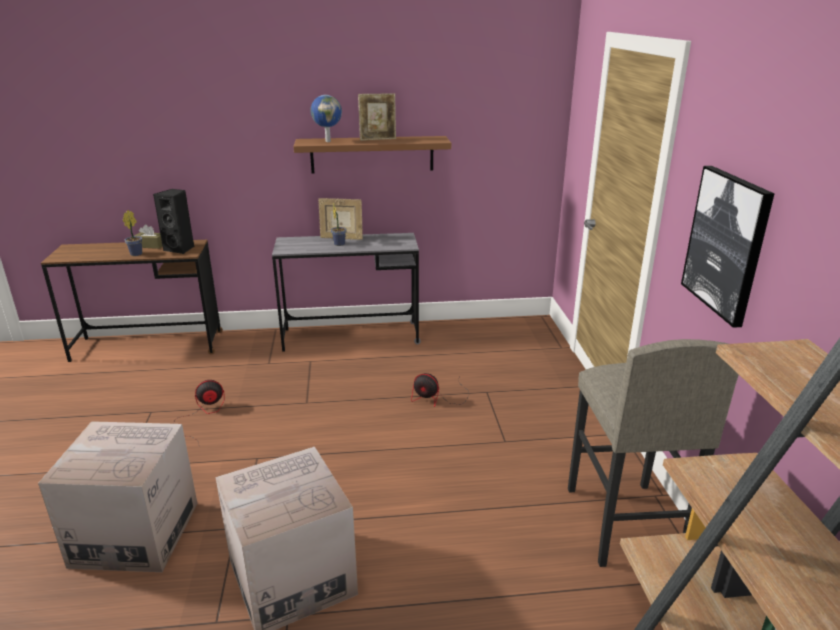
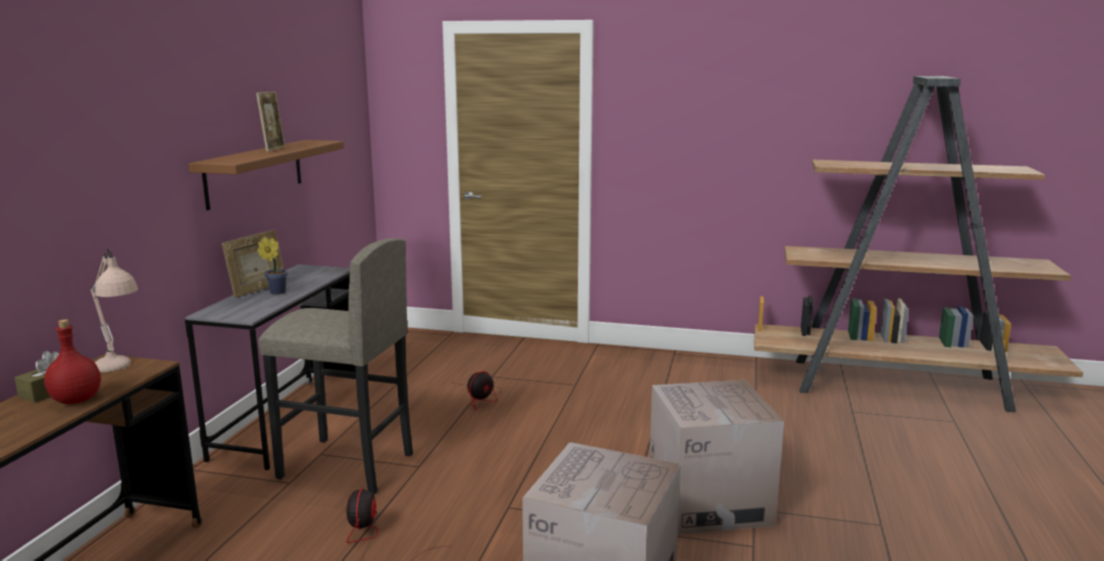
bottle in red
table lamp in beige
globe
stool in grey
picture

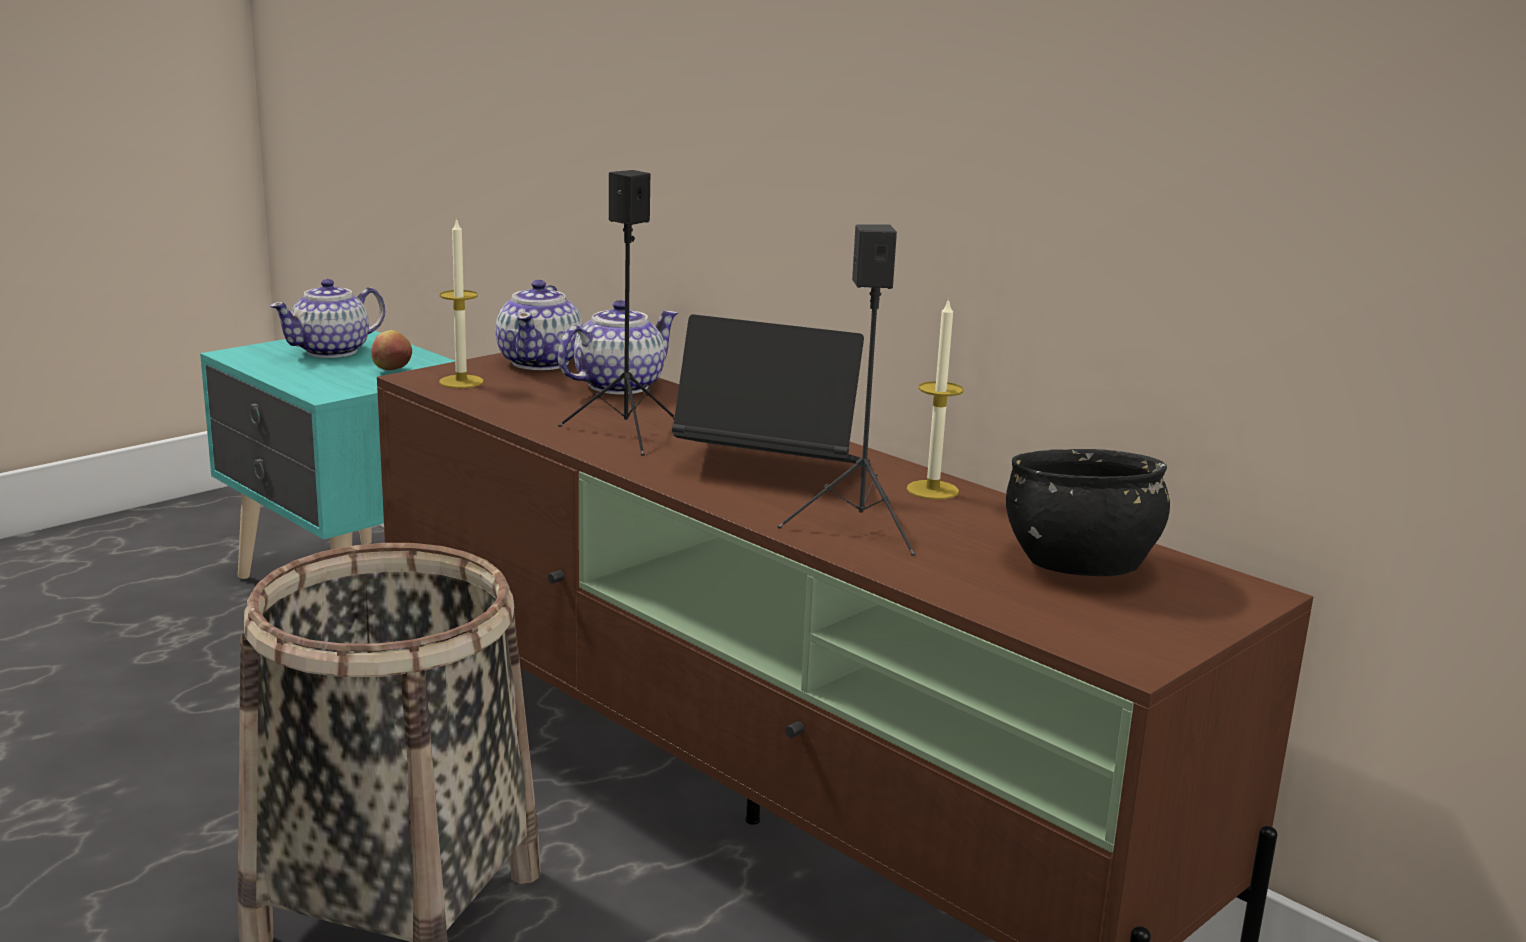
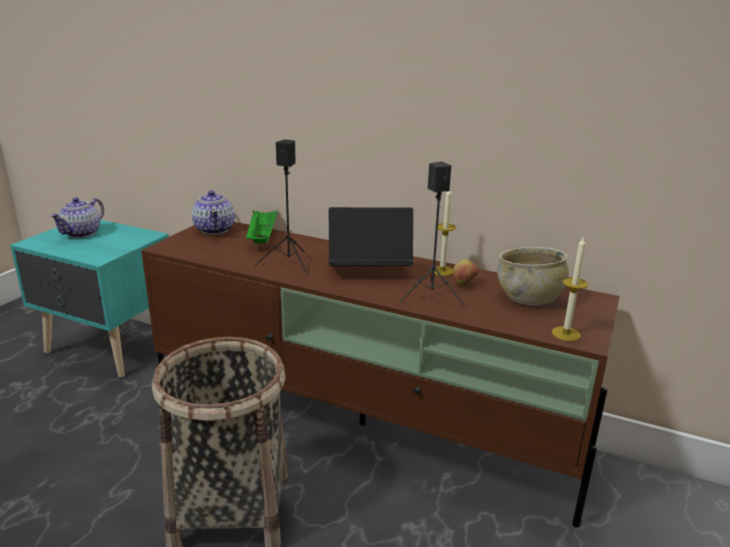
apple
candle (2nd from left)
tray in green
bowl in beige

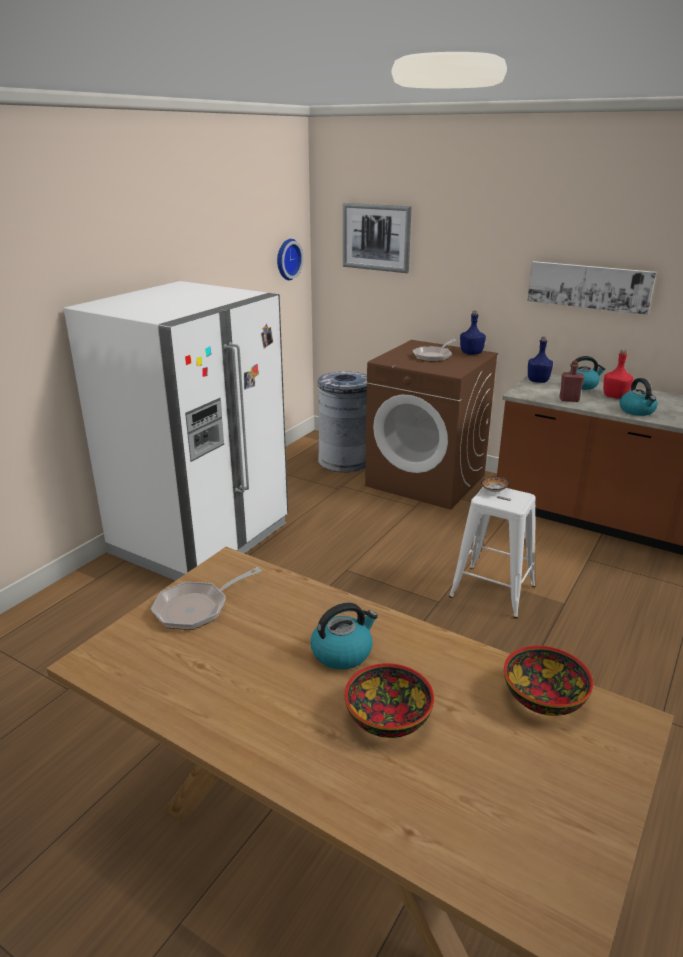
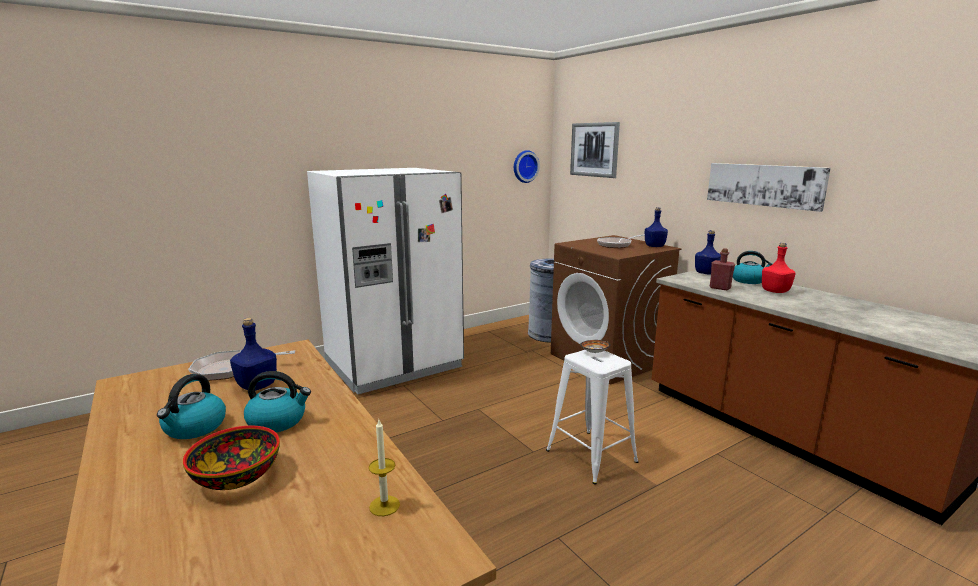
candle
kettle (1st from left)
bottle in blue (1st from left)

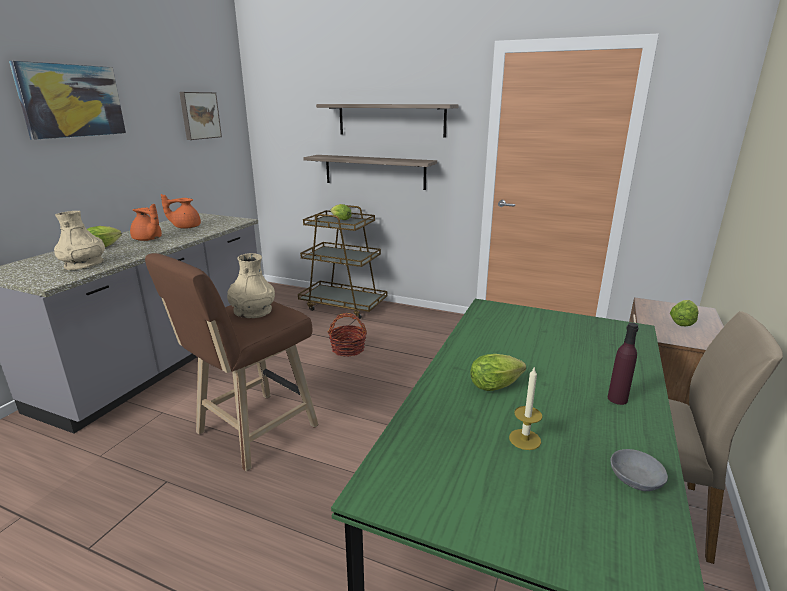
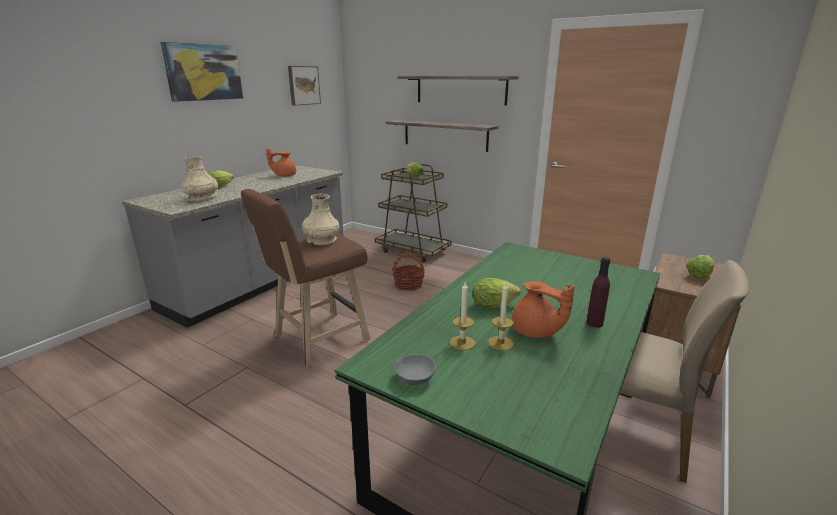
teapot in orange (2nd from left)
bowl in grey
candle (1st from left)

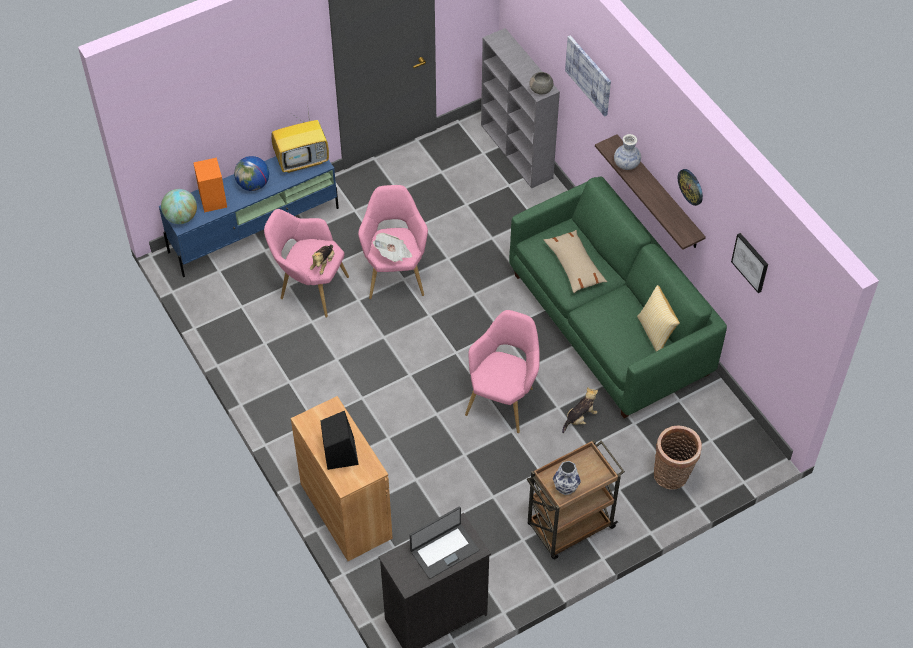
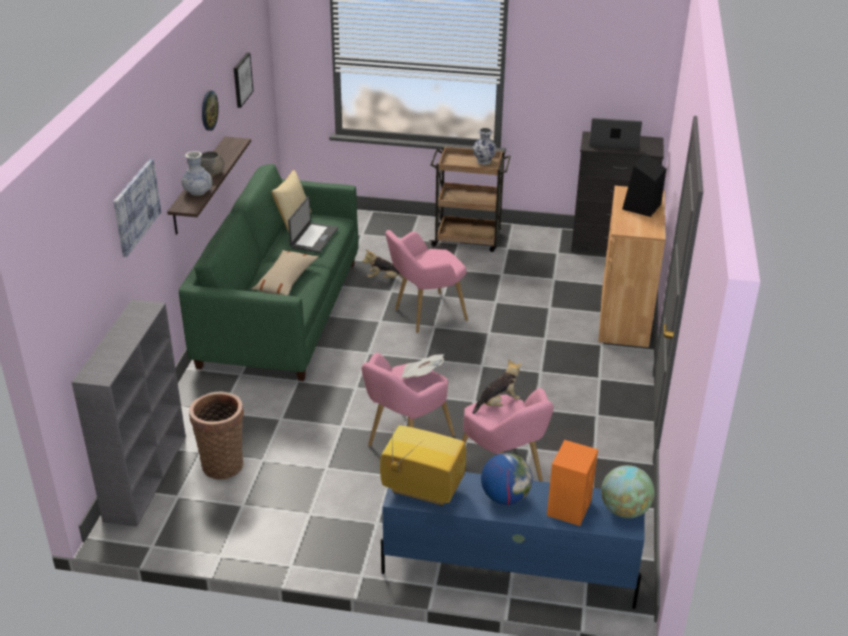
bowl in grey
basket
laptop (1st from left)

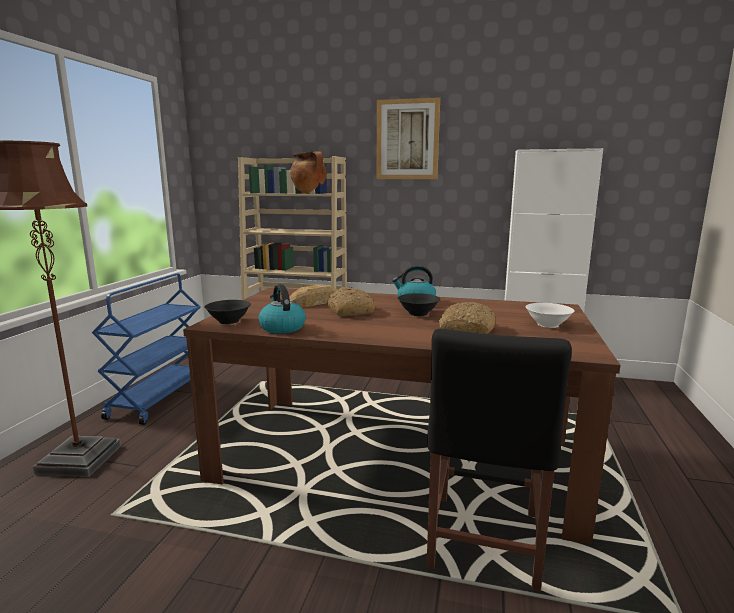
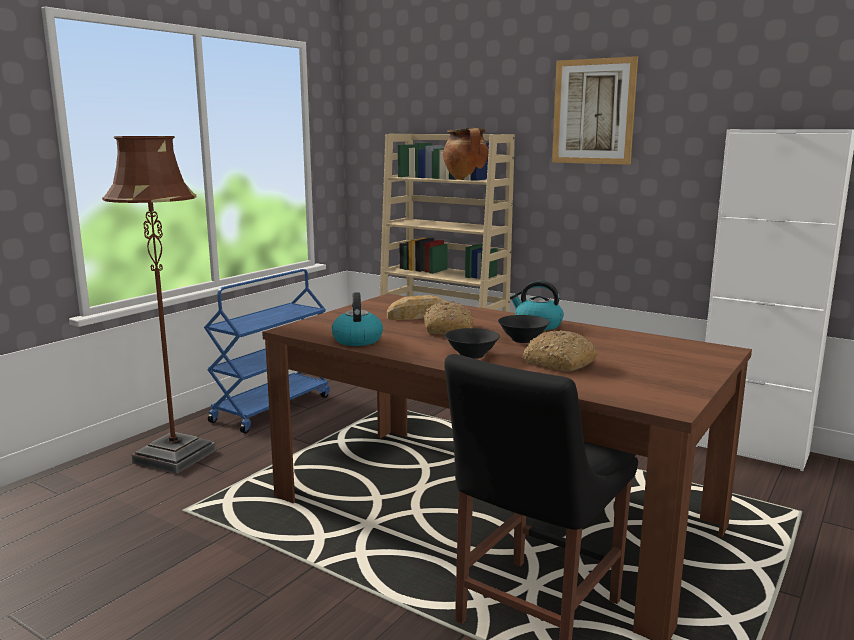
bowl in black (1st from left)
bowl in white

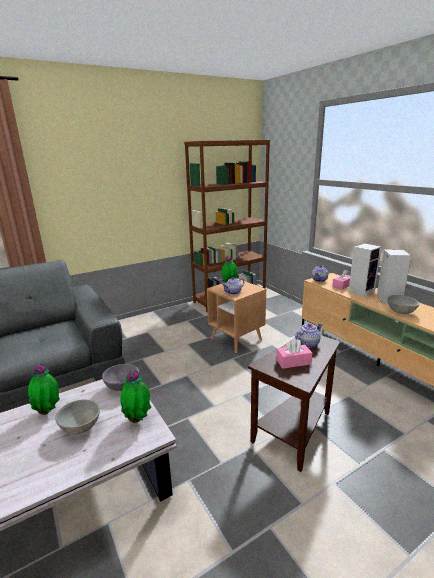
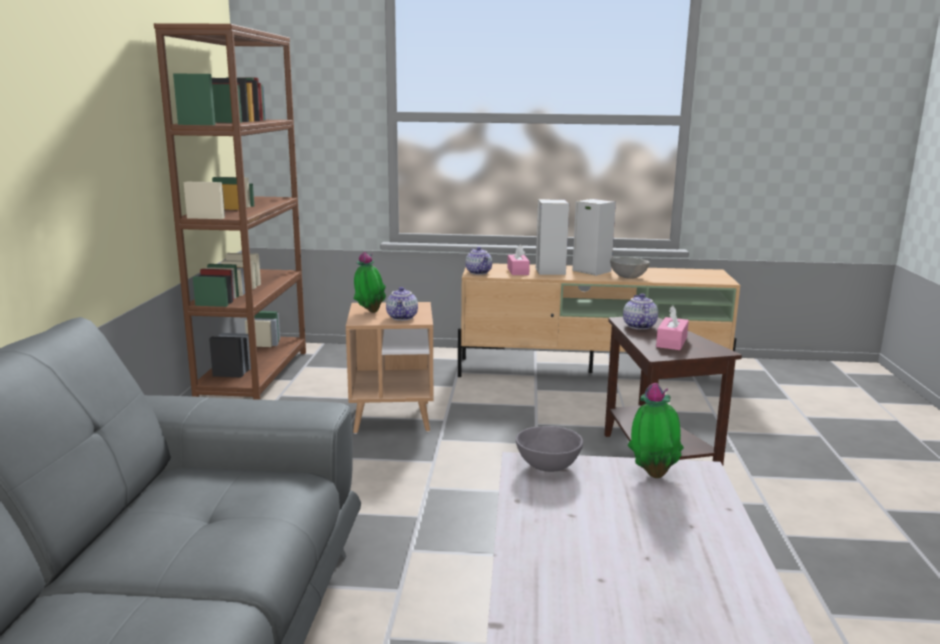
potted plant (1st from left in the first image)
bowl in grey (1st from left in the first image)

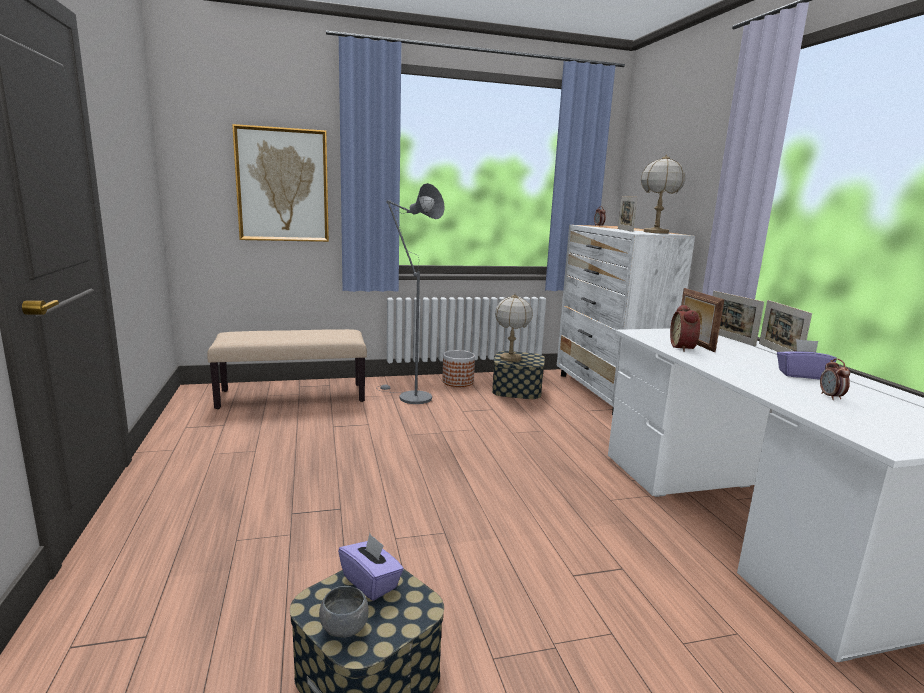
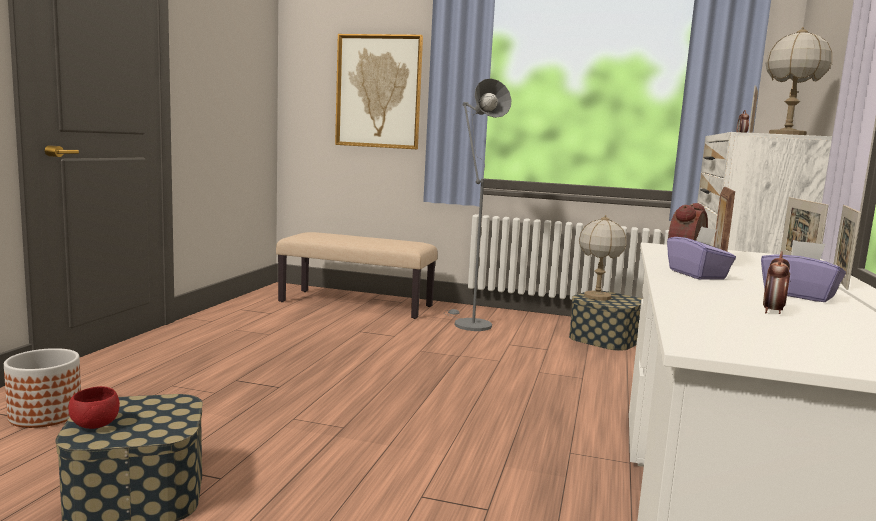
bowl in red
tissue box in purple (1st from left)
planter

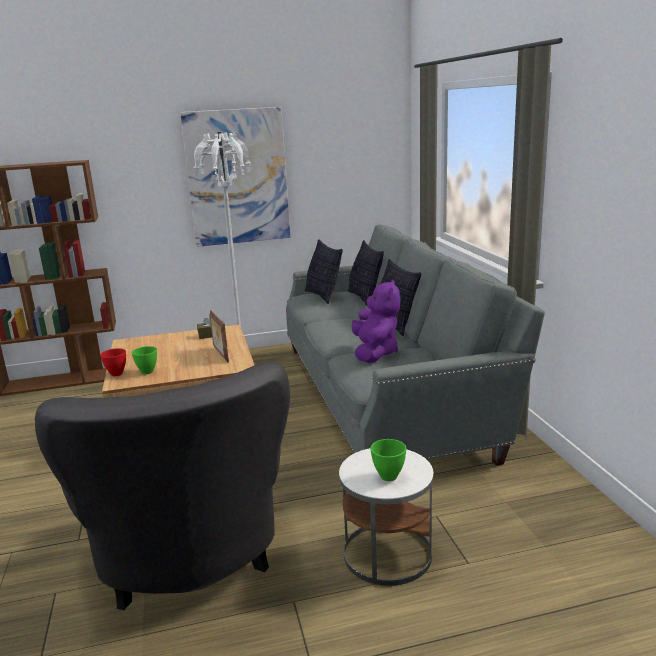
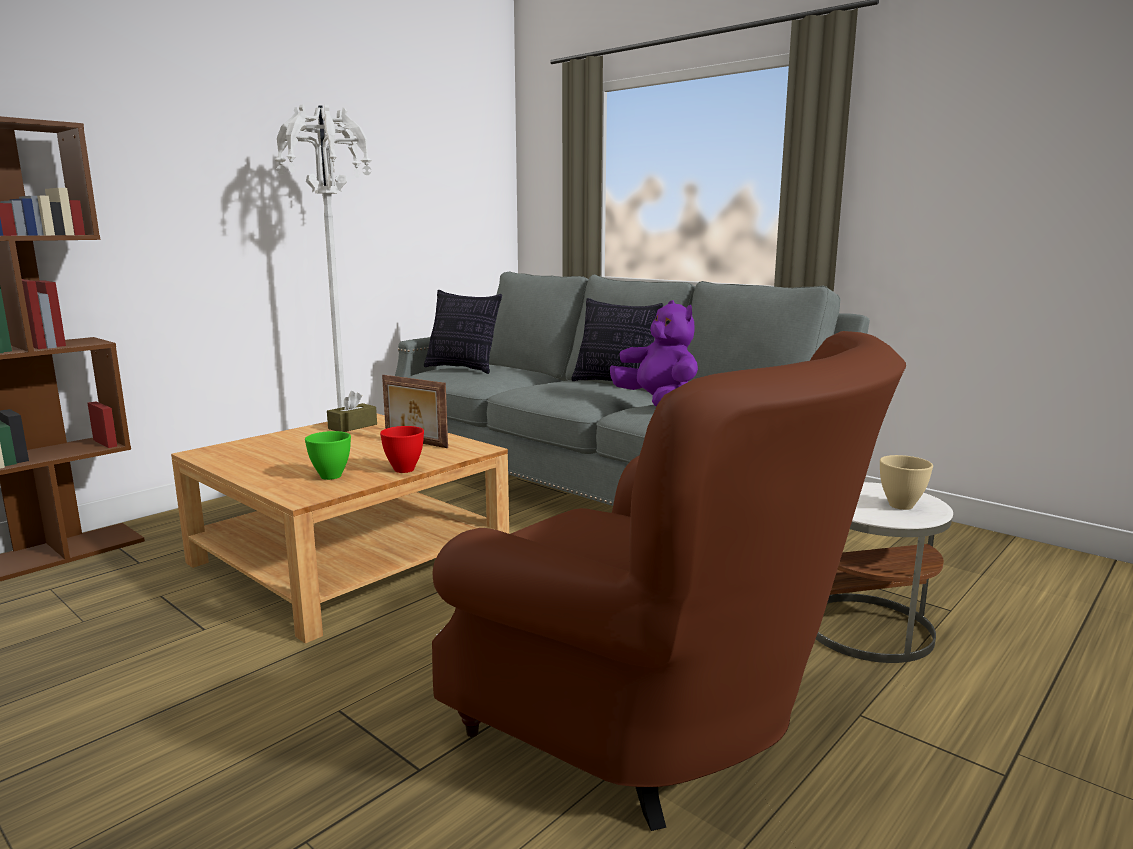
armchair in brown
bowl in red
picture
pillow (2nd from left in the first image)
bowl in beige

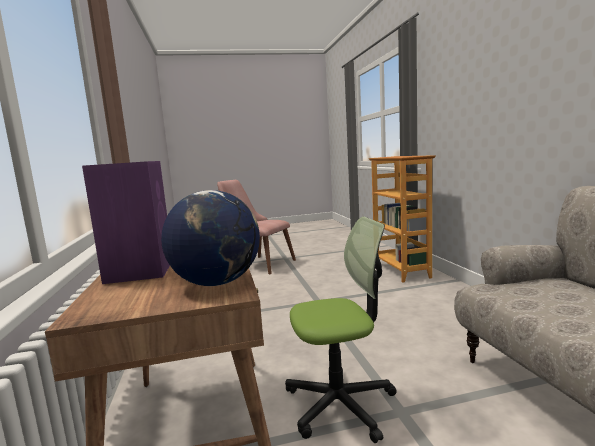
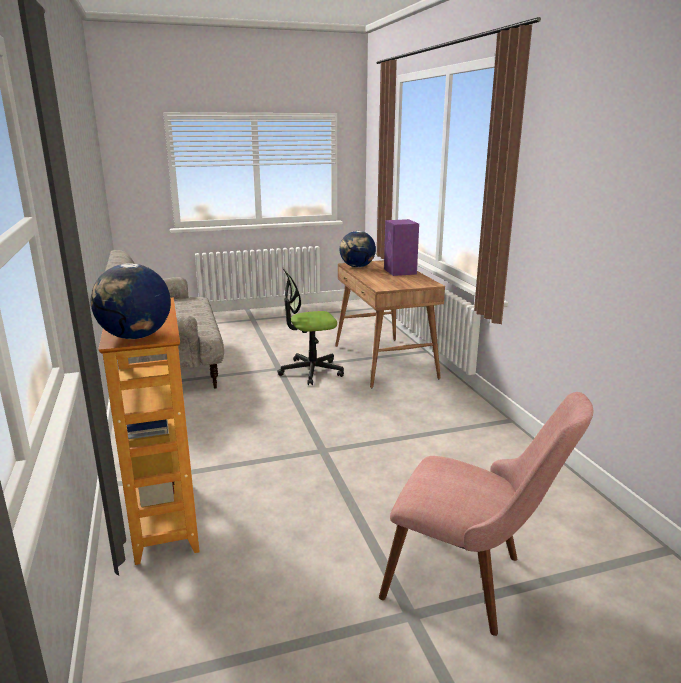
globe (1st from left)

